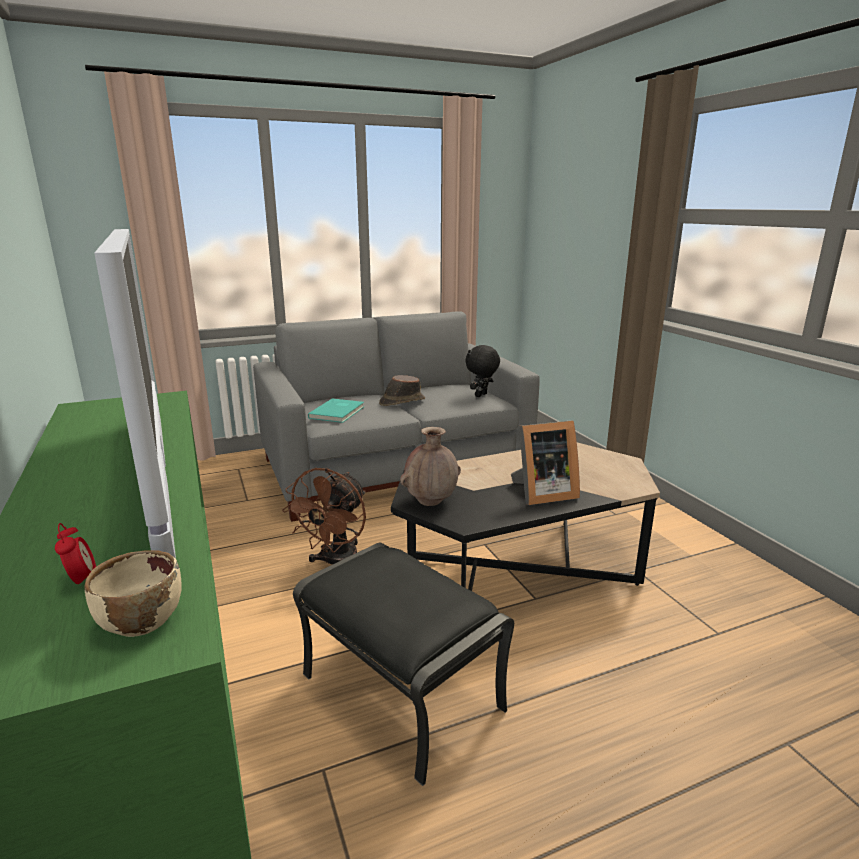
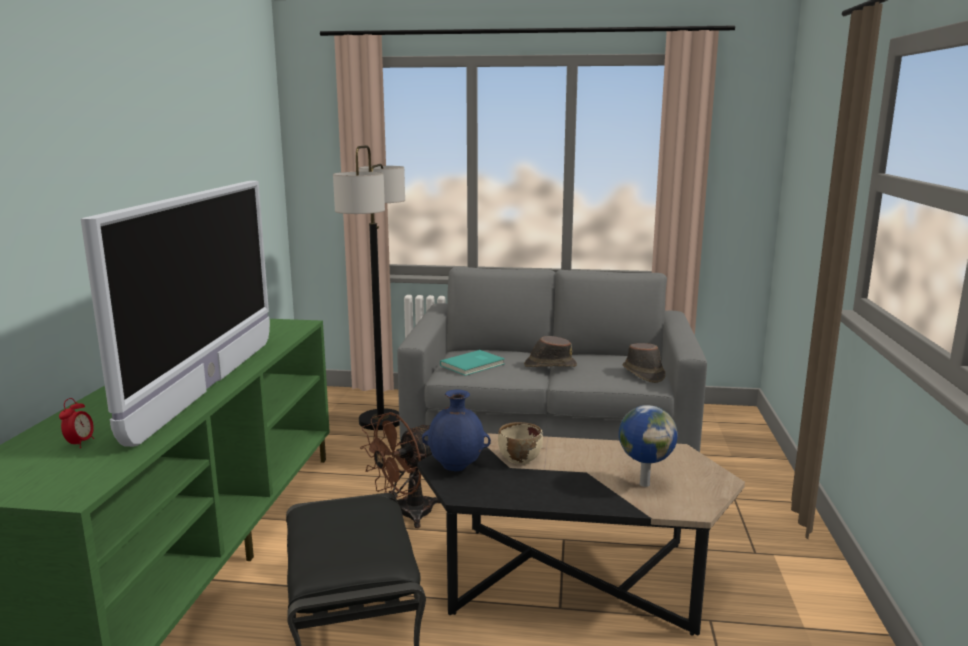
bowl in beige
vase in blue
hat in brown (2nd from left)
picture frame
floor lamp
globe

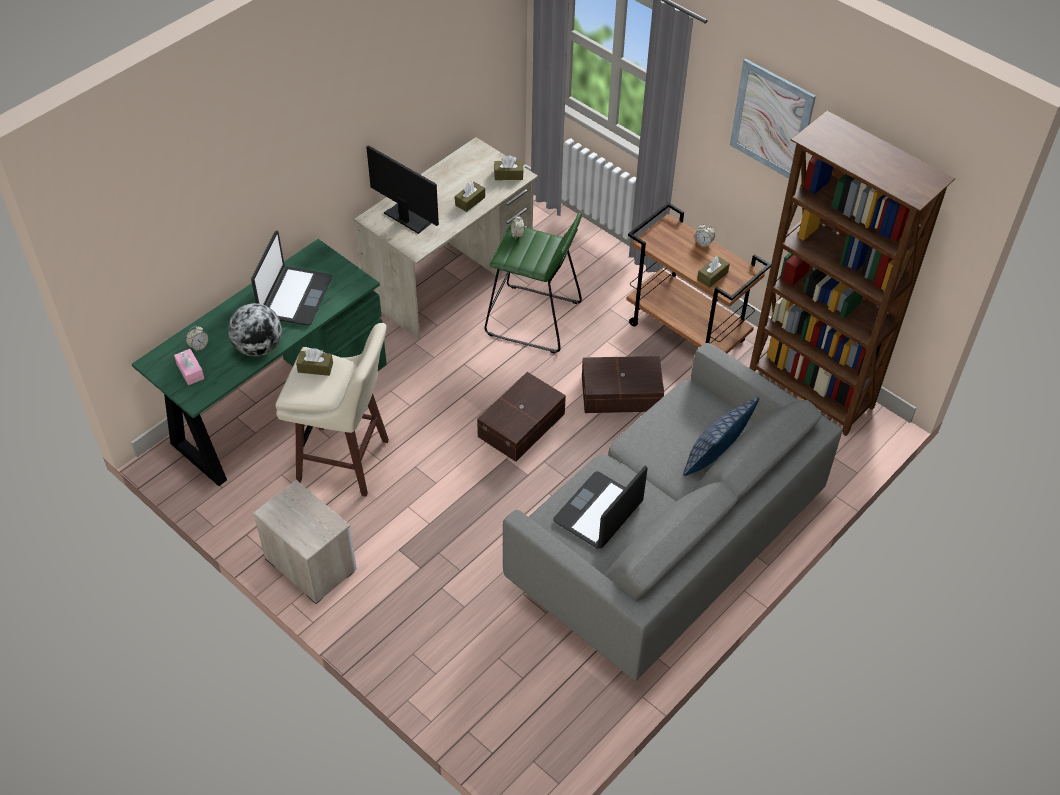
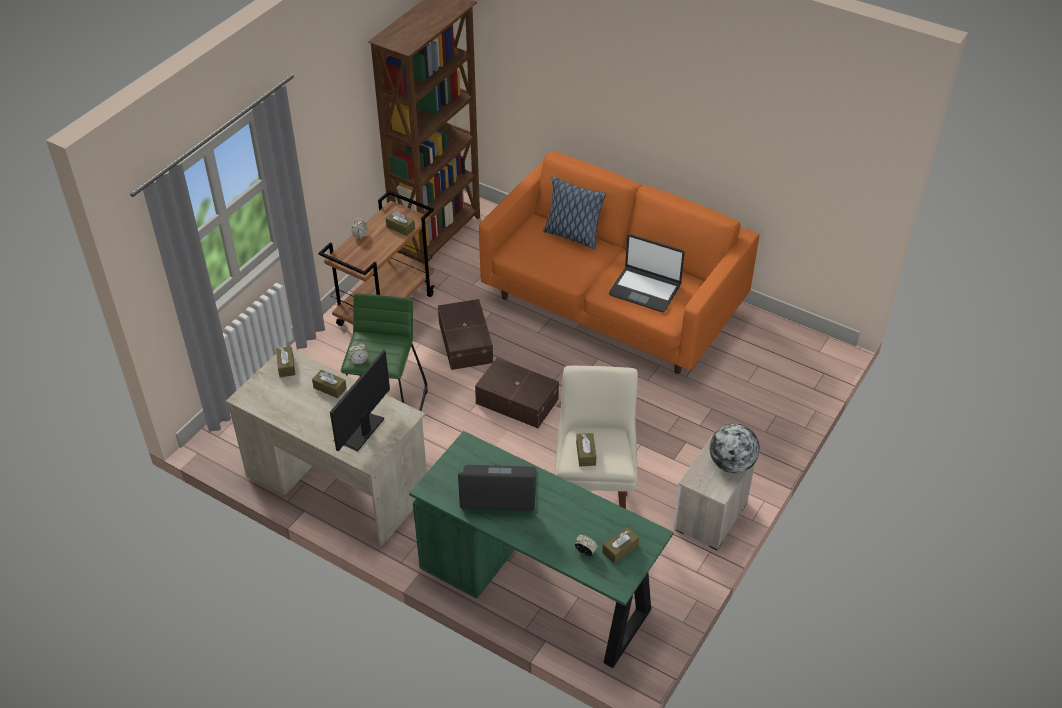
tissue box in brown (5th from left)
globe
sofa in orange
picture

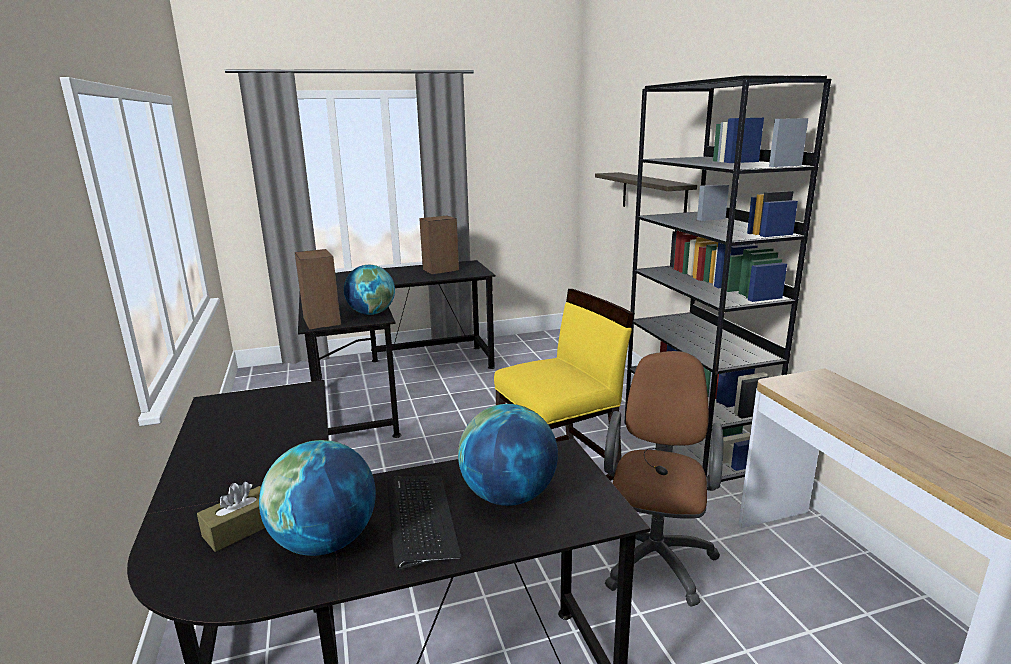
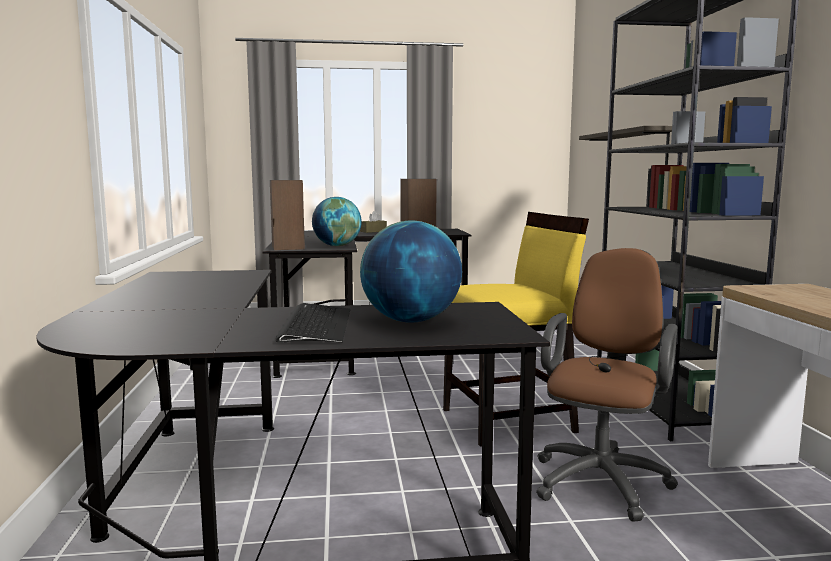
tissue box in brown
globe (1st from left in the first image)

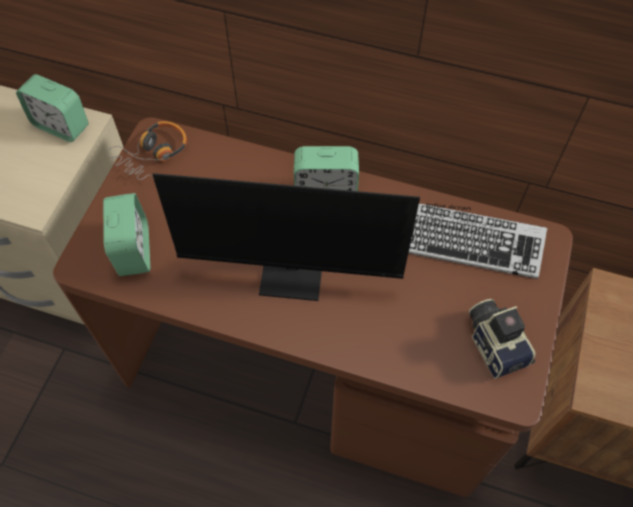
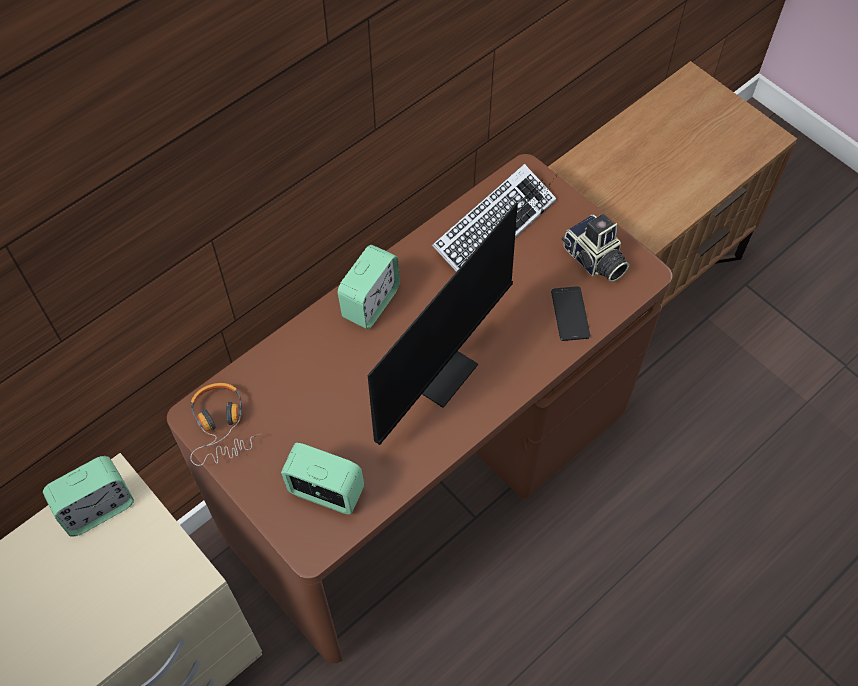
photo camera
phone

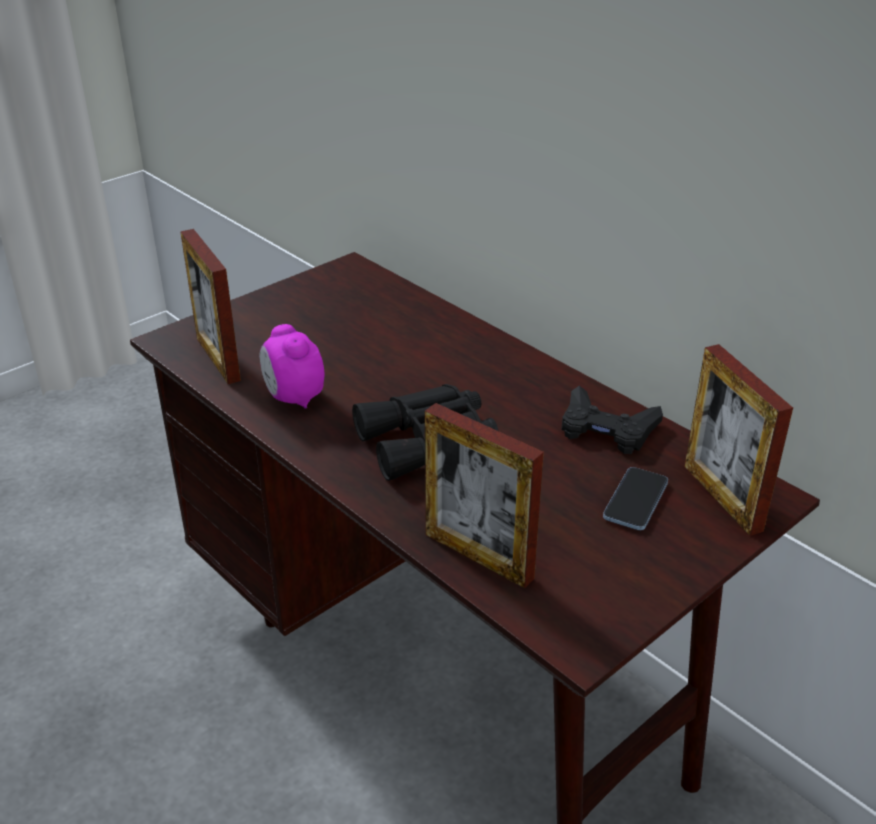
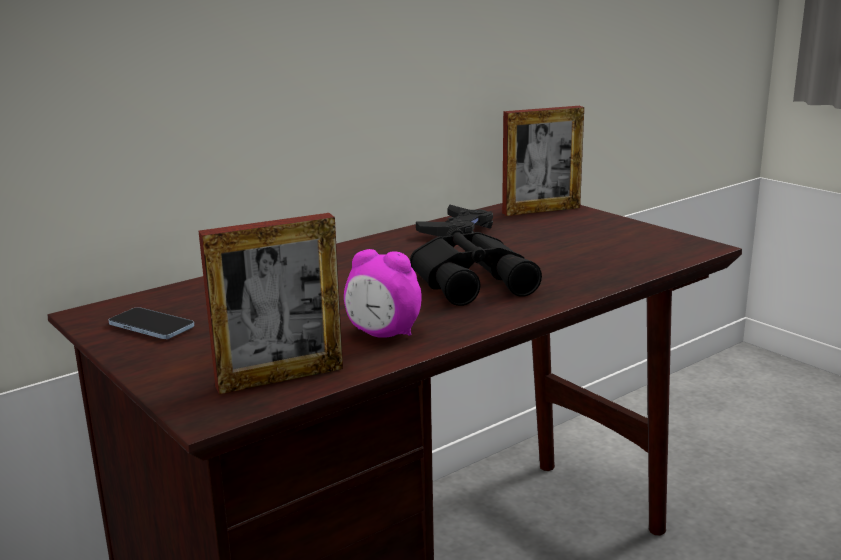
alarm clock
picture frame (2nd from left in the first image)
phone

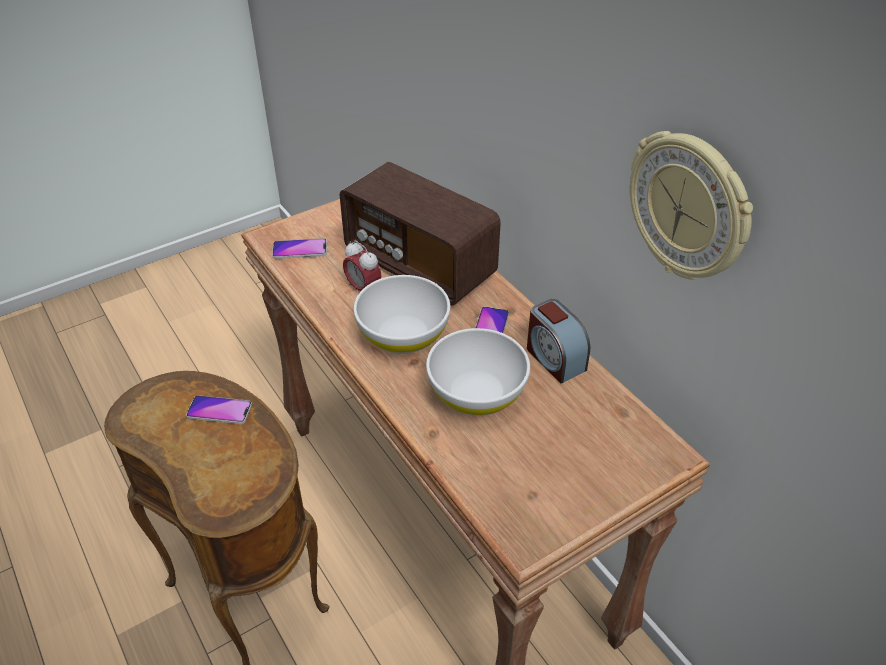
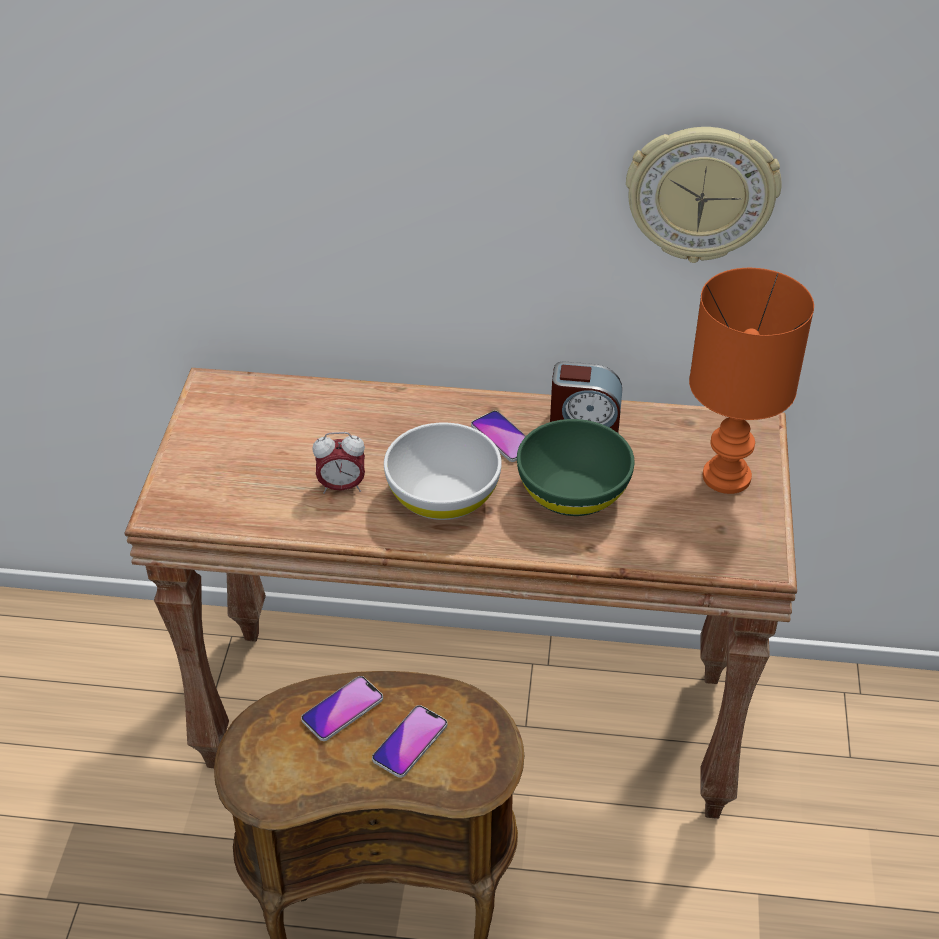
phone (2nd from left)
radio
bowl in green
table lamp in orange

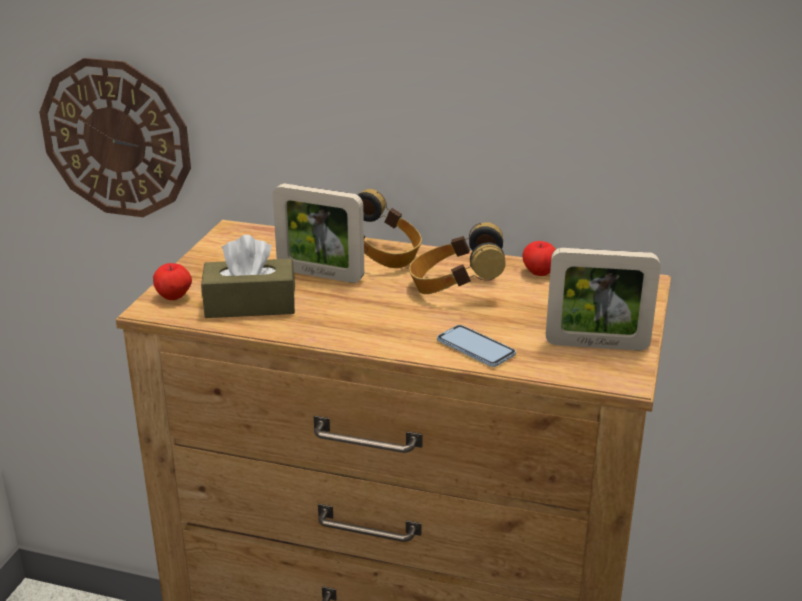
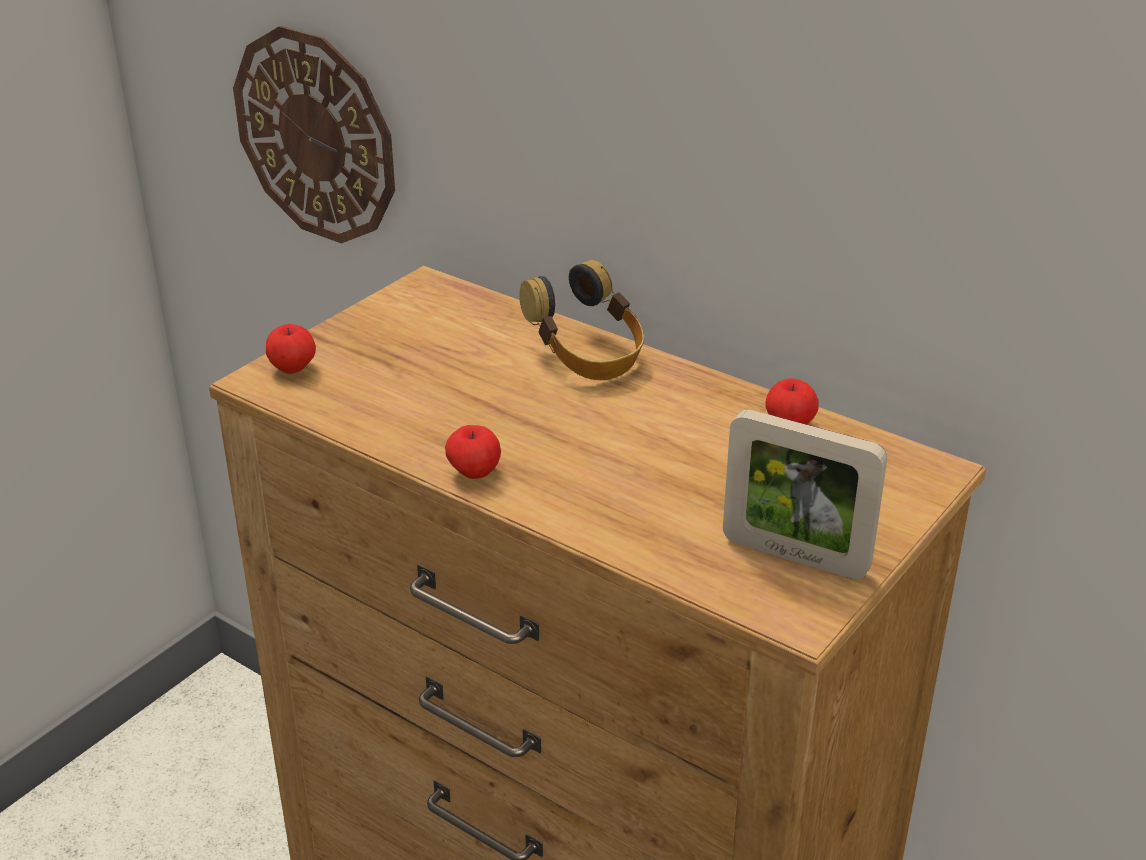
tissue box in brown
picture frame (1st from left in the first image)
headphones (2nd from left in the first image)
phone
apple (2nd from left)

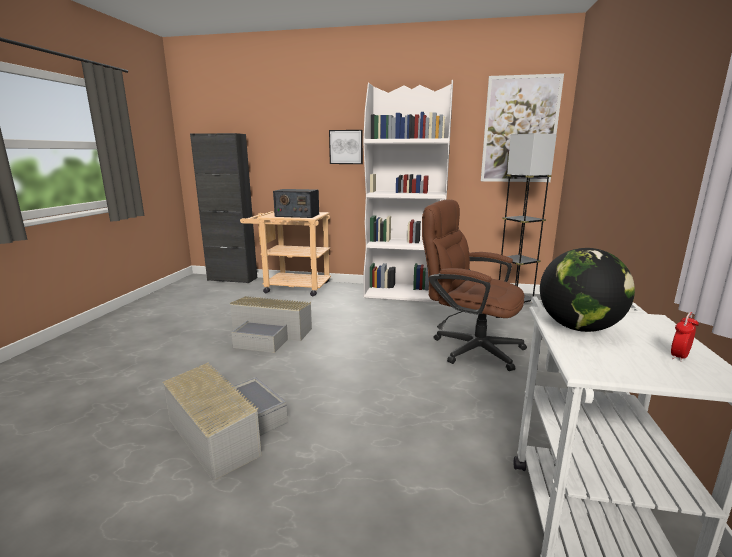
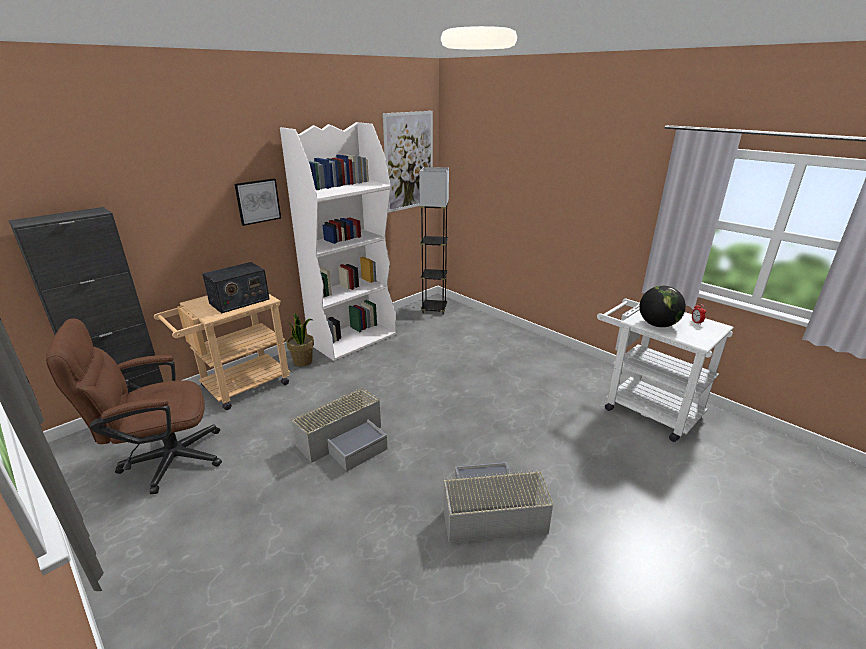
office chair in brown
potted plant

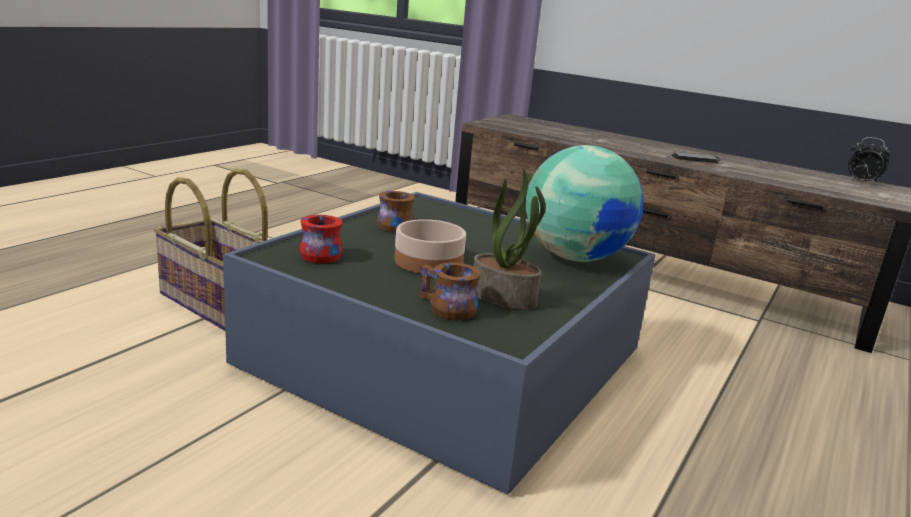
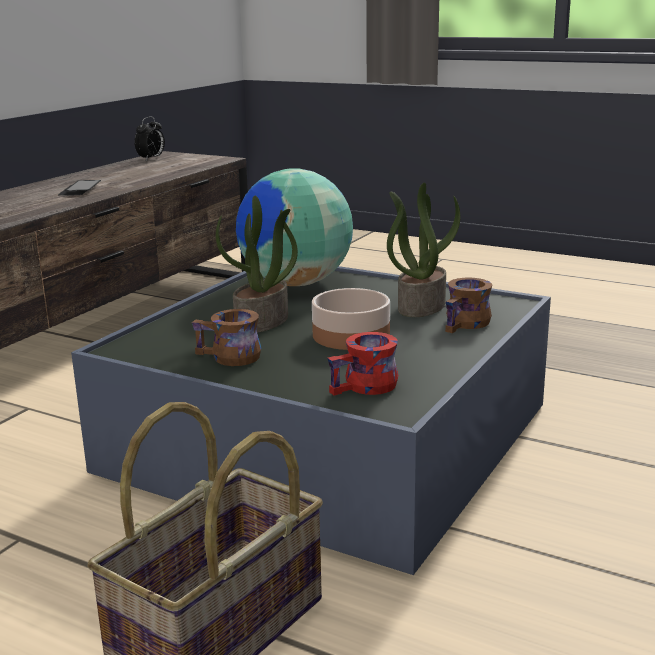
potted plant (1st from left)

